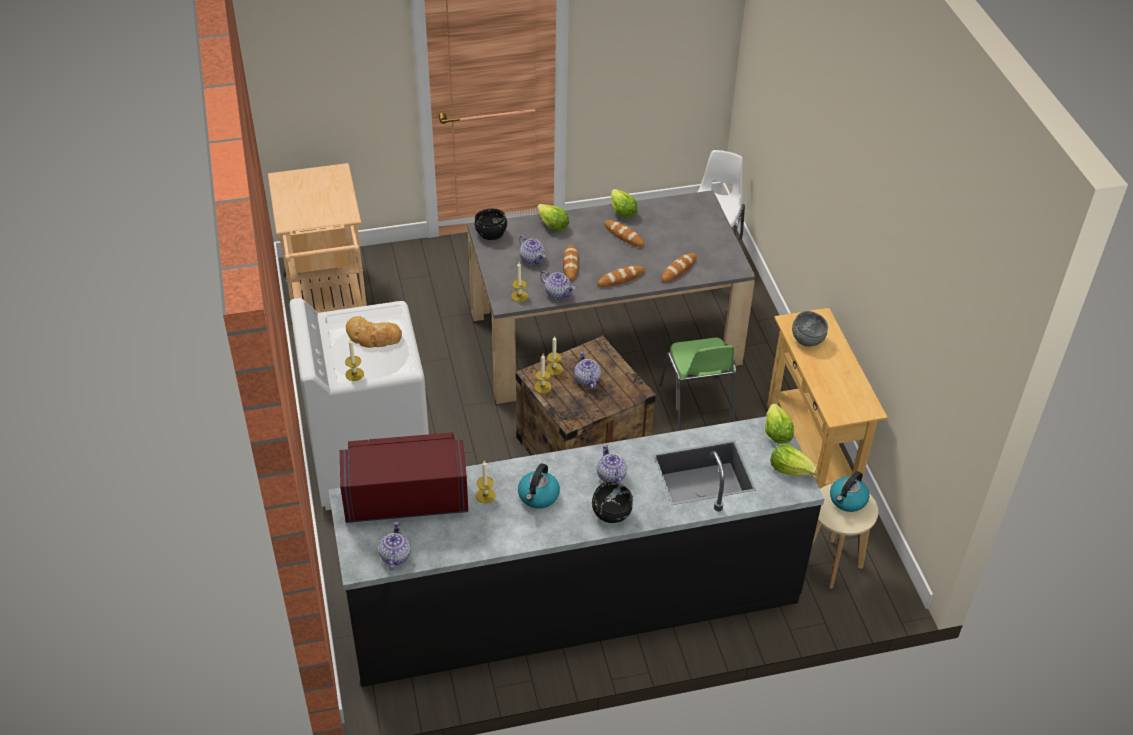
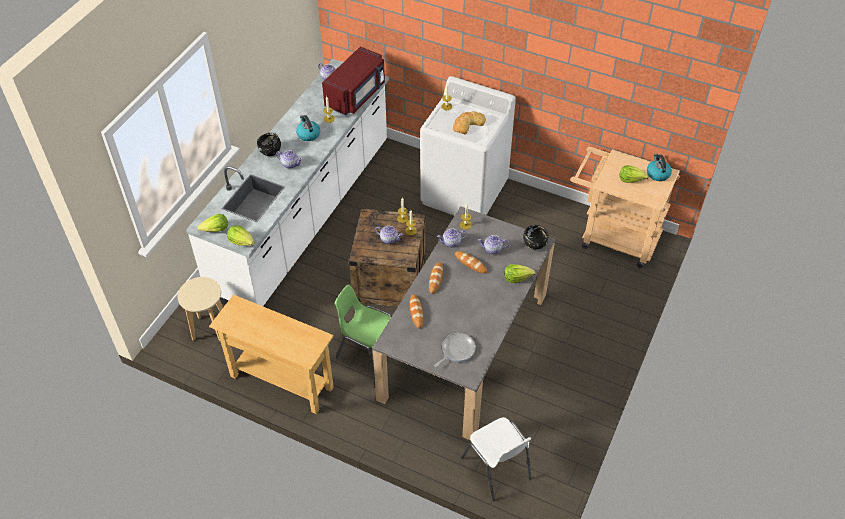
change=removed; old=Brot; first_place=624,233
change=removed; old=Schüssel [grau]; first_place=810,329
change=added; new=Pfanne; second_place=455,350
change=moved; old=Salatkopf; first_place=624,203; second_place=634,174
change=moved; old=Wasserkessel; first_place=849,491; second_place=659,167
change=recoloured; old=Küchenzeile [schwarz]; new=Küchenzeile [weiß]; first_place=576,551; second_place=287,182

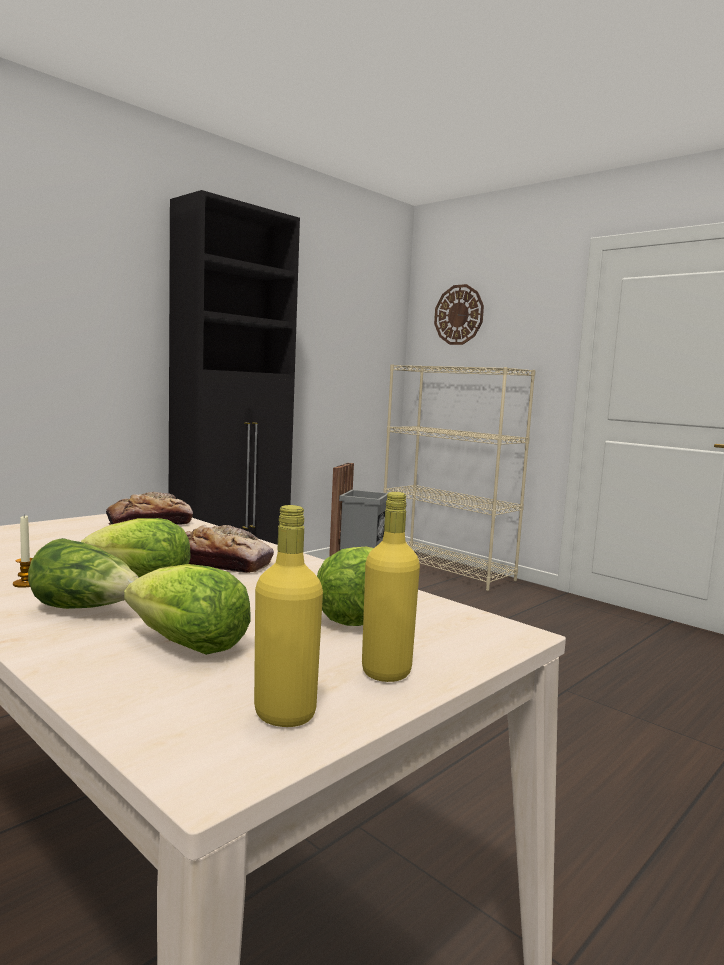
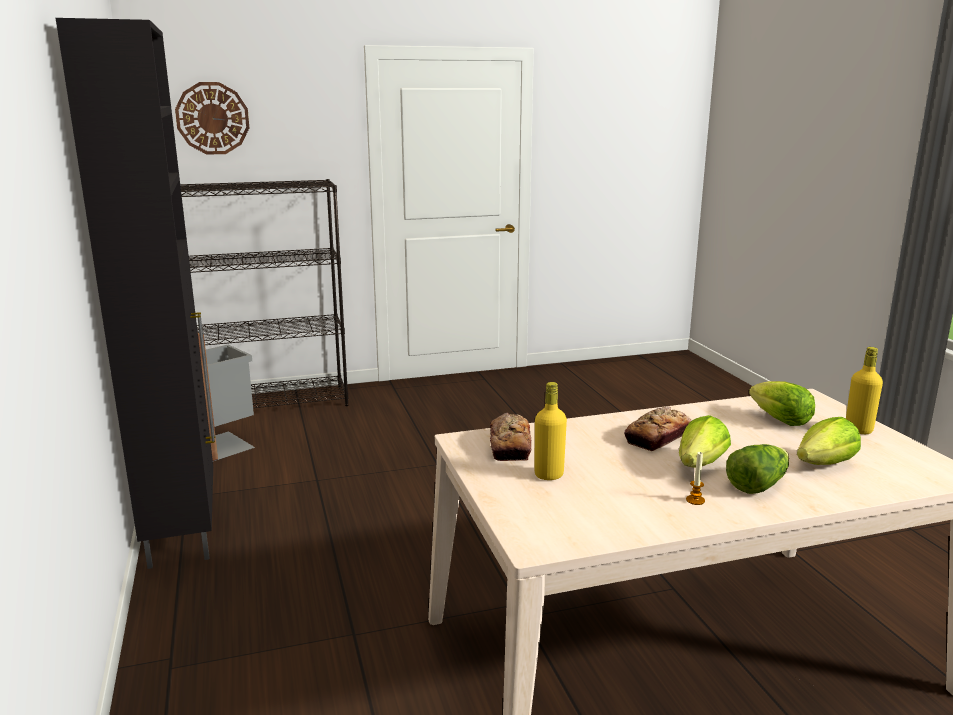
change=moved; old=Flasche [gelb]; first_place=288,616; second_place=550,431
change=recoloured; old=Bücherregal [beige]; new=Bücherregal [schwarz]; first_place=459,477; second_place=264,293

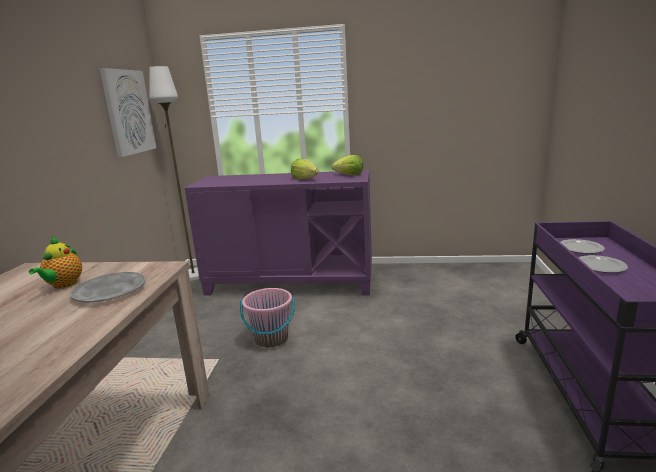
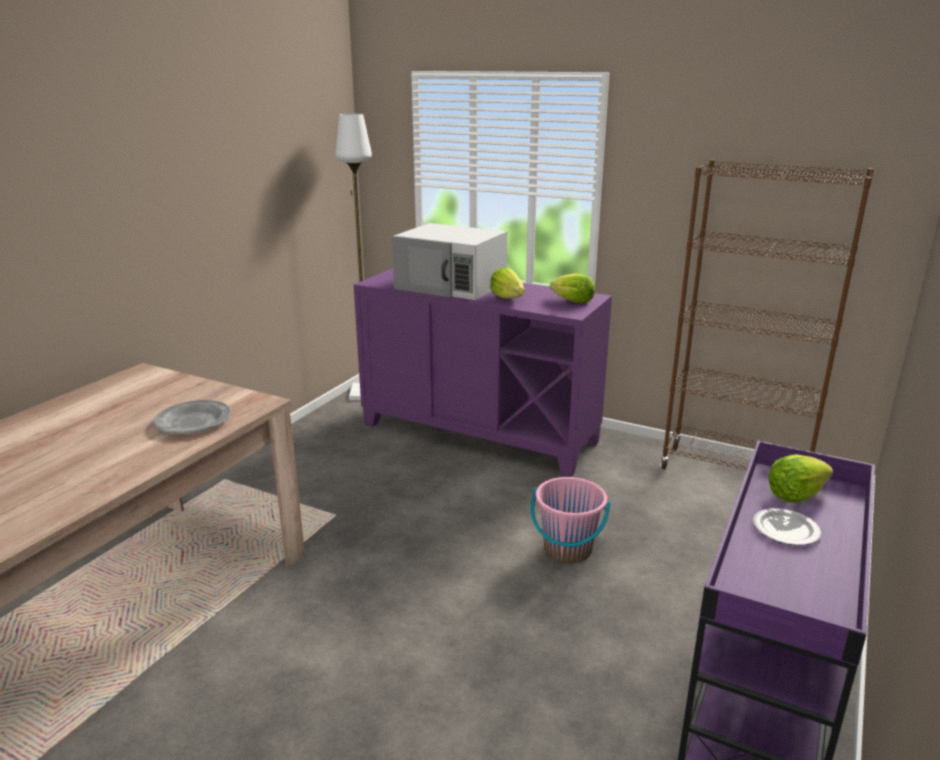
change=removed; old=Teekanne; first_place=55,263
change=removed; old=Bild; first_place=127,112
change=added; new=Mikrowelle [weiß]; second_place=449,261
change=added; new=Bücherregal [braun]; second_place=767,315
change=moved; old=Eimer [rosa]; first_place=267,317; second_place=571,520
change=replaced; old=Teller; new=Salatkopf; first_place=583,246; second_place=800,478

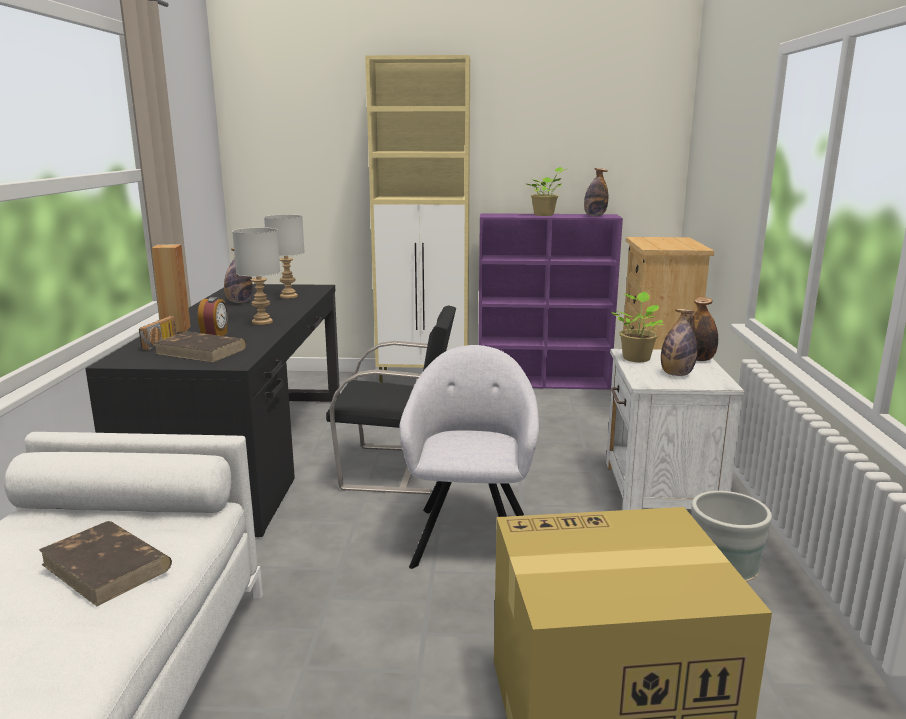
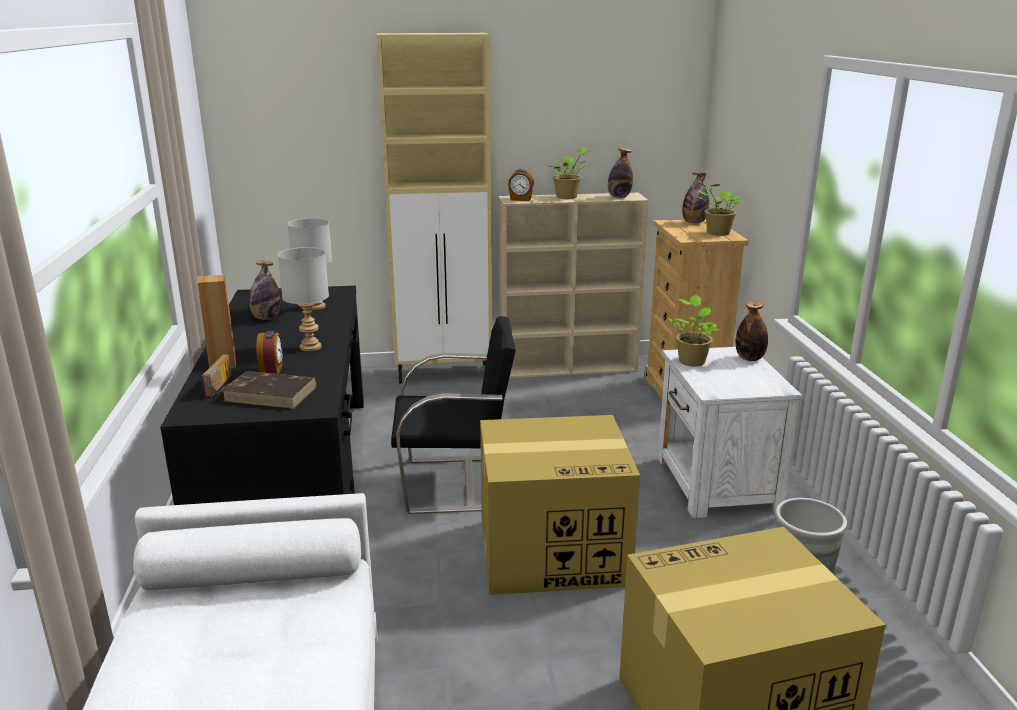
change=removed; old=Buch [braun]; first_place=105,563
change=added; new=Wecker; second_place=521,185
change=added; new=Topfpflanze; second_place=718,209
change=moved; old=Flasche; first_place=679,342; second_place=696,197
change=replaced; old=Sessel [grau]; new=Karton; first_place=469,457; second_place=560,505
change=recoloured; old=Bücherregal [lila]; new=Bücherregal [beige]; first_place=550,301; second_place=574,285

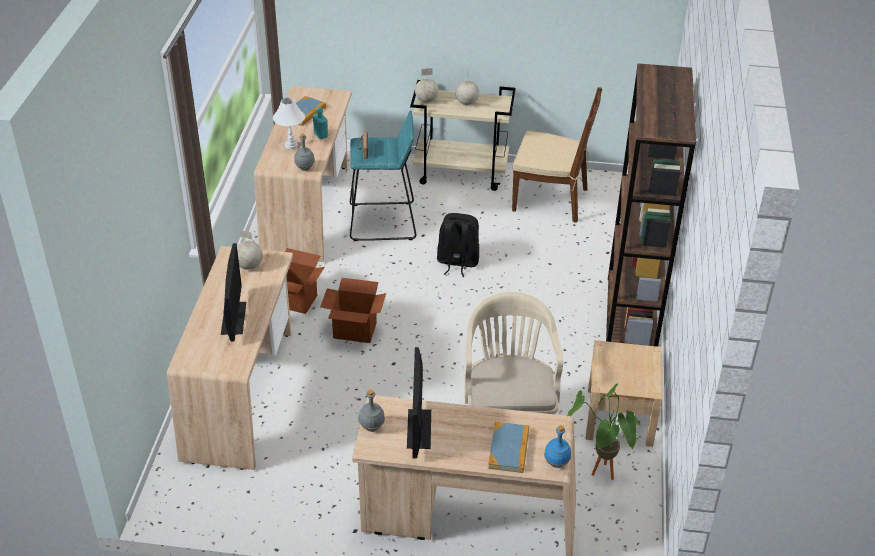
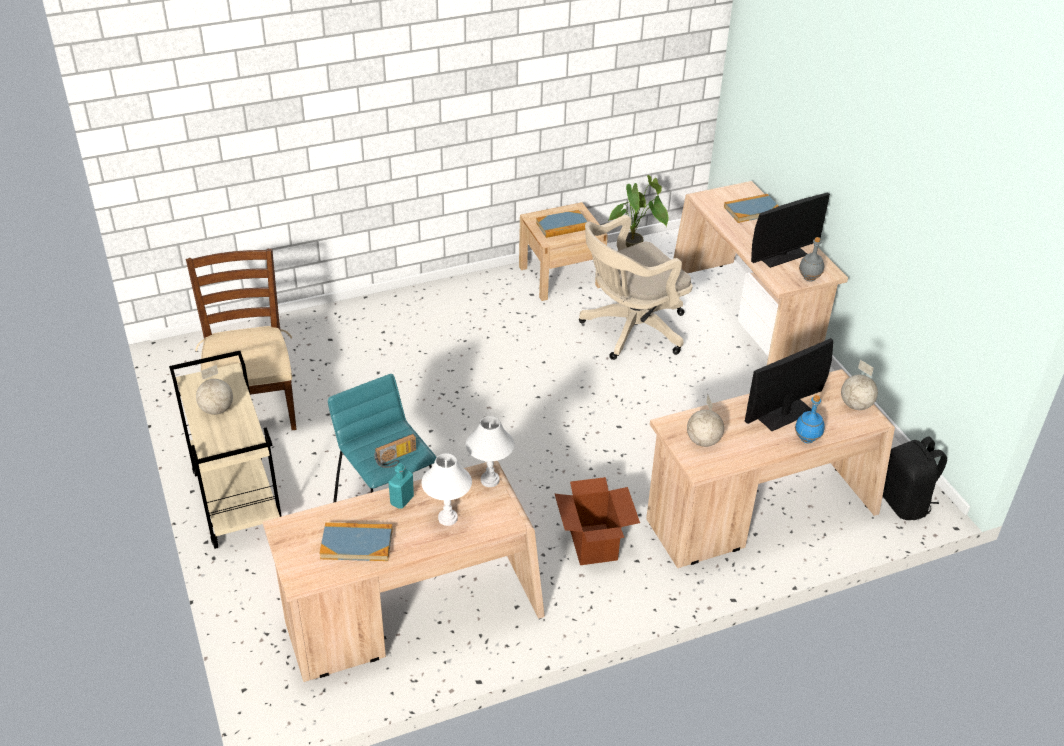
change=removed; old=Karton; first_place=353,310
change=removed; old=Bücherregal [braun]; first_place=651,205
change=added; new=Buch; second_place=562,224
change=moved; old=Globus; first_place=427,85; second_place=859,385
change=moved; old=Rucksack [schwarz]; first_place=458,245; second_place=915,478
change=moved; old=Flasche [blau]; first_place=557,446; second_place=810,419
change=replaced; old=Flasche [grau]; new=Tischlampe [weiß]; first_place=304,152; second_place=490,451

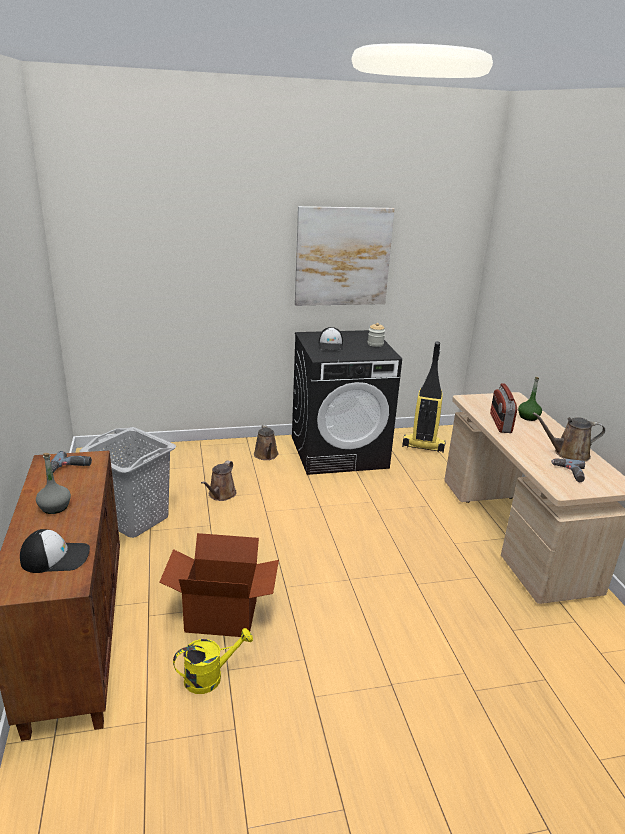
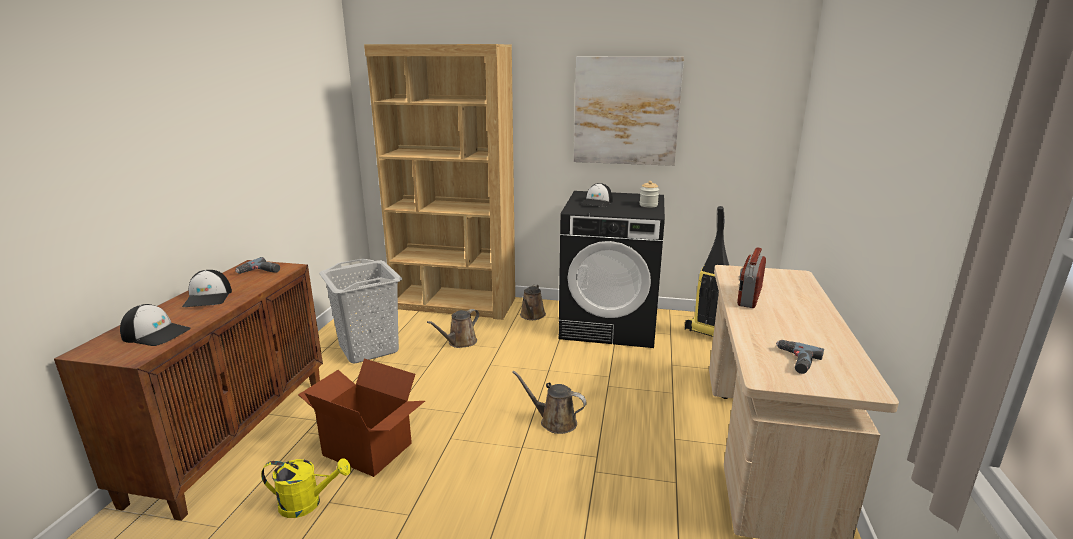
change=removed; old=Flasche [grün]; first_place=530,399
change=added; new=Bücherregal [braun]; second_place=439,182
change=moved; old=Gießkanne [braun]; first_place=569,437; second_place=549,402
change=replaced; old=Flasche [grau]; new=Kappe; first_place=53,483; second_place=207,288

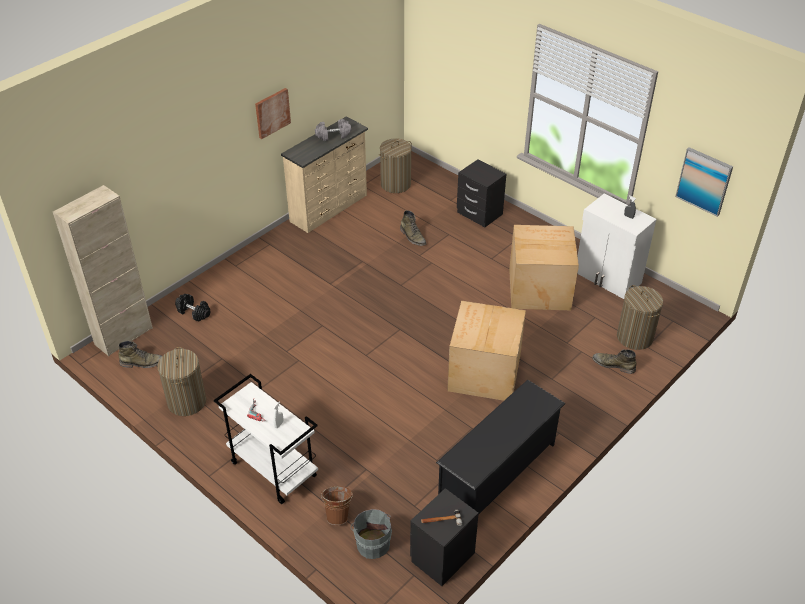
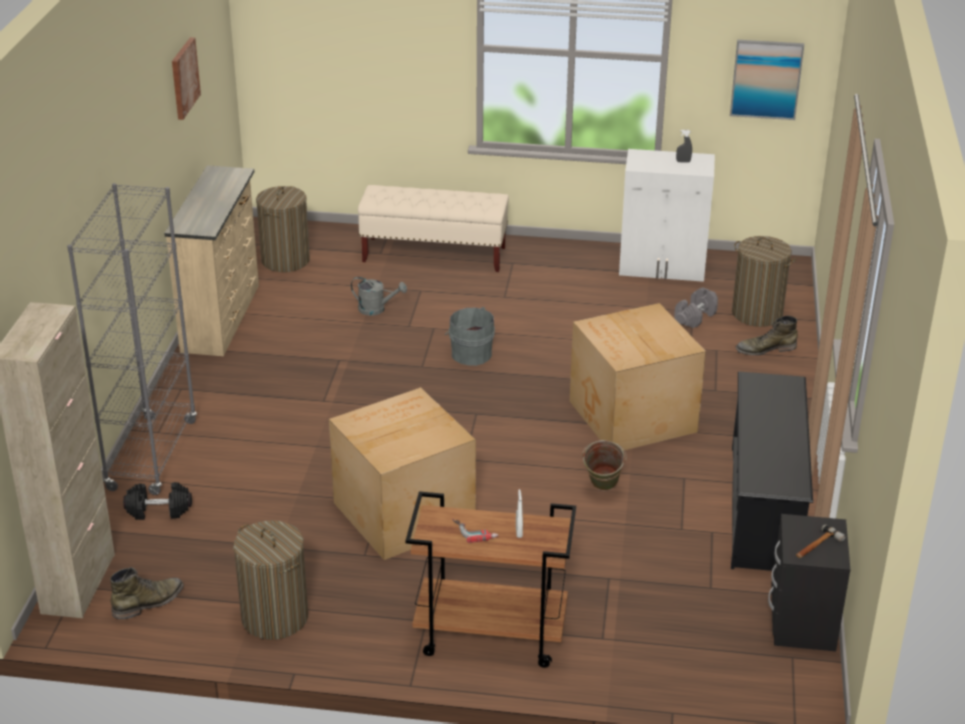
change=removed; old=Eimer [braun]; first_place=337,505
change=added; new=Bücherregal [grau]; second_place=132,339
change=added; new=Eimer [grün]; second_place=604,465
change=moved; old=Bild; first_place=273,113; second_place=186,78
change=moved; old=Hantel [grau]; first_place=333,130; second_place=696,308
change=moved; old=Eimer [grau]; first_place=371,534; second_place=470,336
change=moved; old=Karton; first_place=544,267; second_place=402,473
change=replaced; old=Stiefel [grün]; new=Gießkanne [grau]; first_place=413,228; second_place=379,296
change=replaced; old=Nachttisch [schwarz]; new=Bank [beige]; first_place=481,193; second_place=433,228
change=recoloured; old=Rollwagen [weiß]; new=Rollwagen [braun]; first_place=266,439; second_place=490,579

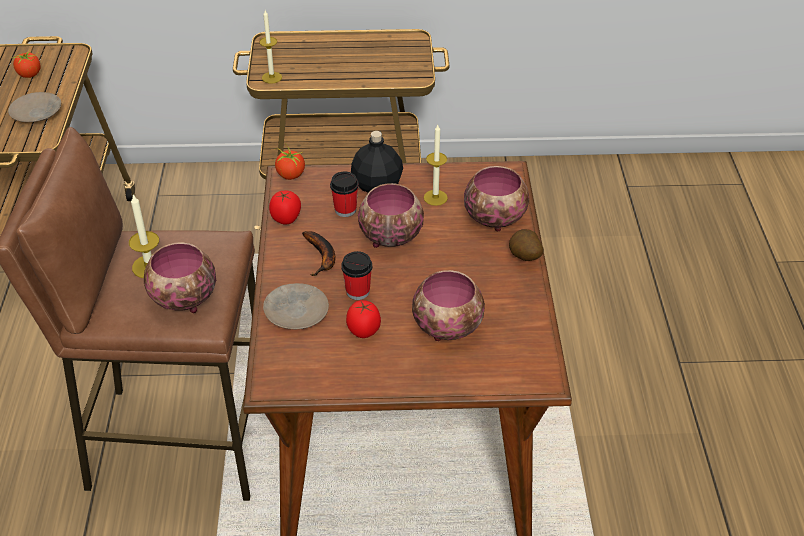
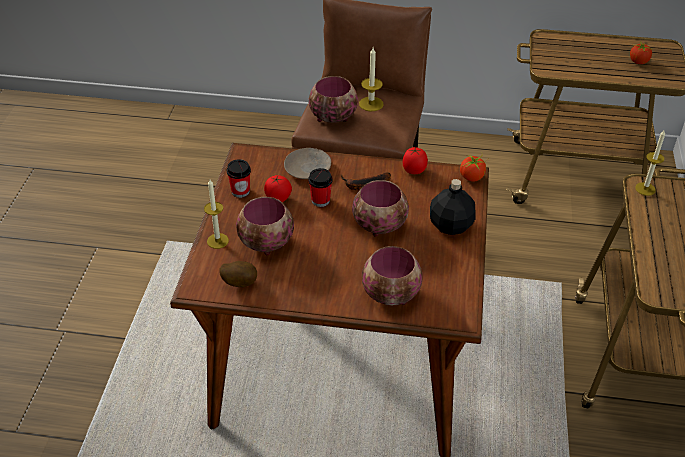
change=removed; old=Teller [beige]; first_place=34,107
change=moved; old=Tasse; first_place=344,194; second_place=239,178
change=moved; old=Kerze; first_place=436,165; second_place=216,214
change=moved; old=Kartoffel; first_place=526,245; second_place=238,274

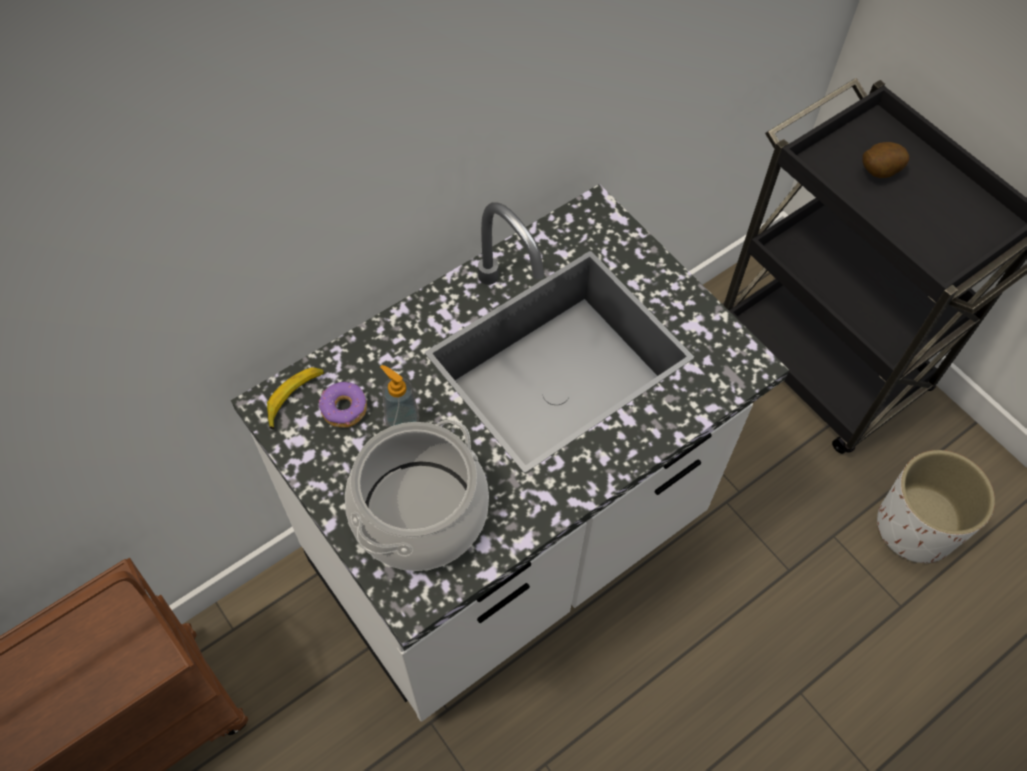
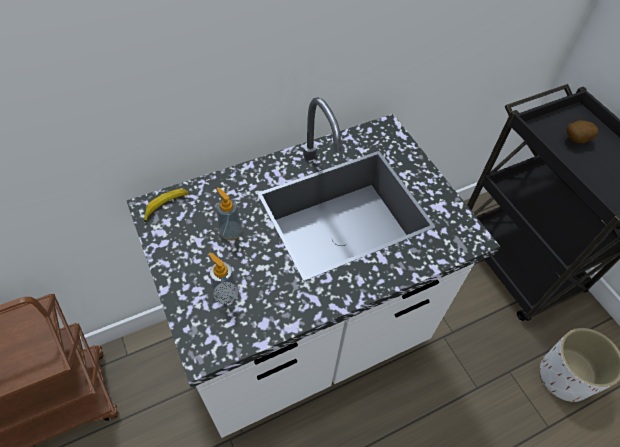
change=removed; old=Donut; first_place=343,405
change=replaced; old=Kochtopf; new=Seifenspender; first_place=417,495; second_place=223,278

